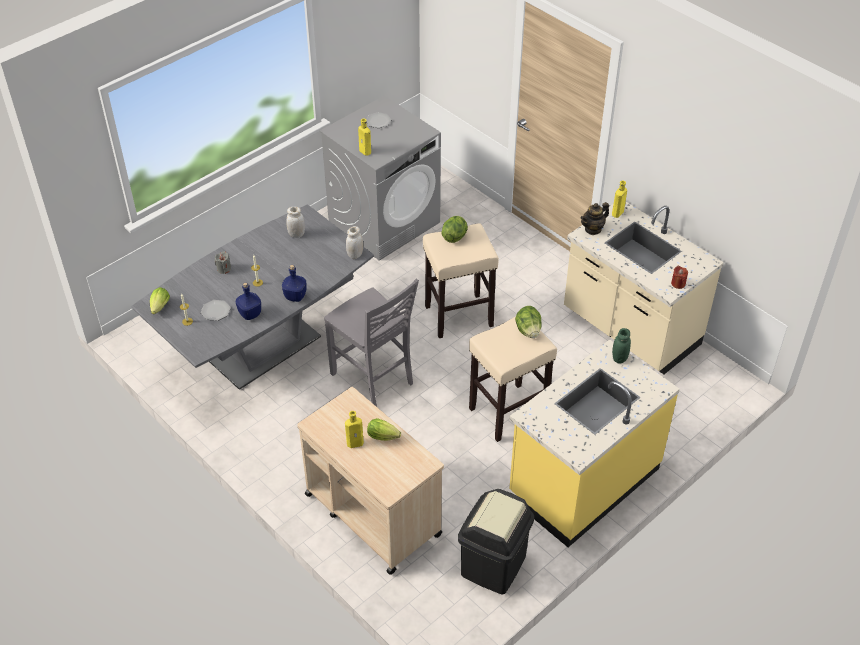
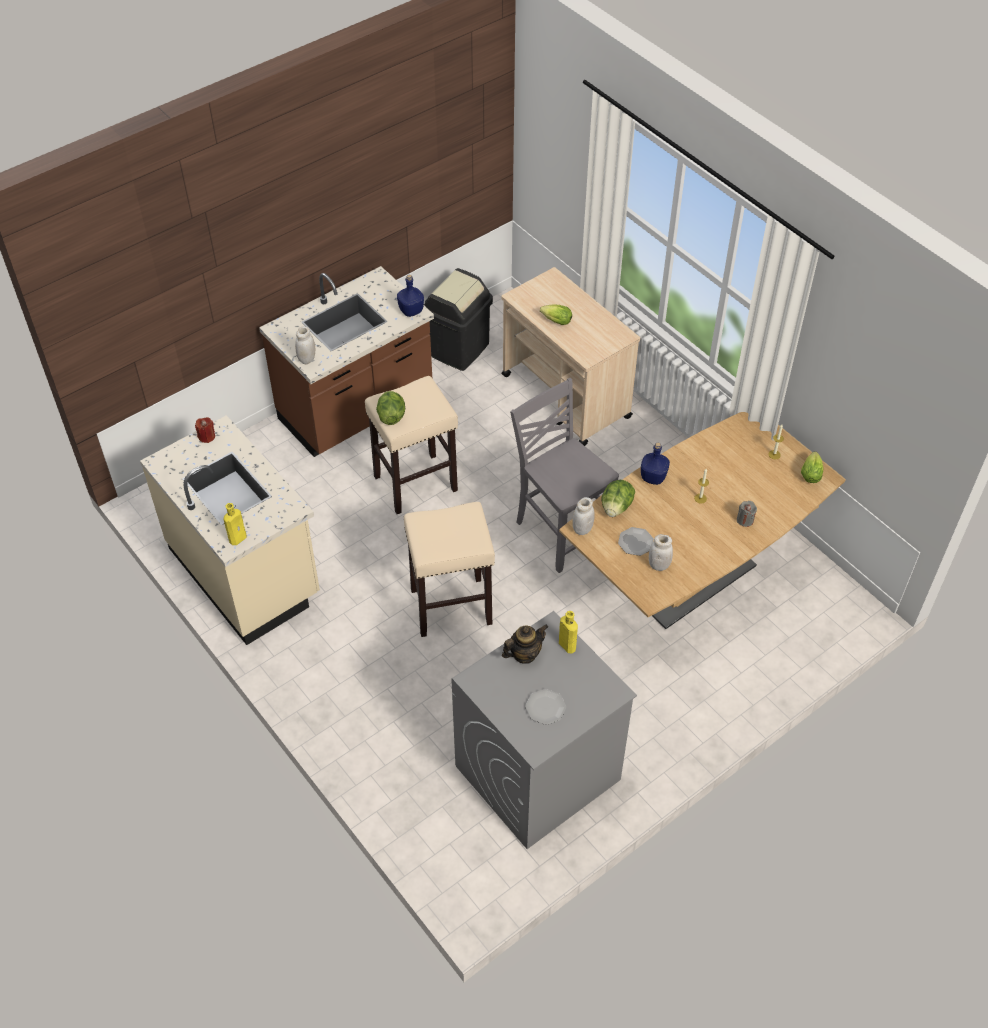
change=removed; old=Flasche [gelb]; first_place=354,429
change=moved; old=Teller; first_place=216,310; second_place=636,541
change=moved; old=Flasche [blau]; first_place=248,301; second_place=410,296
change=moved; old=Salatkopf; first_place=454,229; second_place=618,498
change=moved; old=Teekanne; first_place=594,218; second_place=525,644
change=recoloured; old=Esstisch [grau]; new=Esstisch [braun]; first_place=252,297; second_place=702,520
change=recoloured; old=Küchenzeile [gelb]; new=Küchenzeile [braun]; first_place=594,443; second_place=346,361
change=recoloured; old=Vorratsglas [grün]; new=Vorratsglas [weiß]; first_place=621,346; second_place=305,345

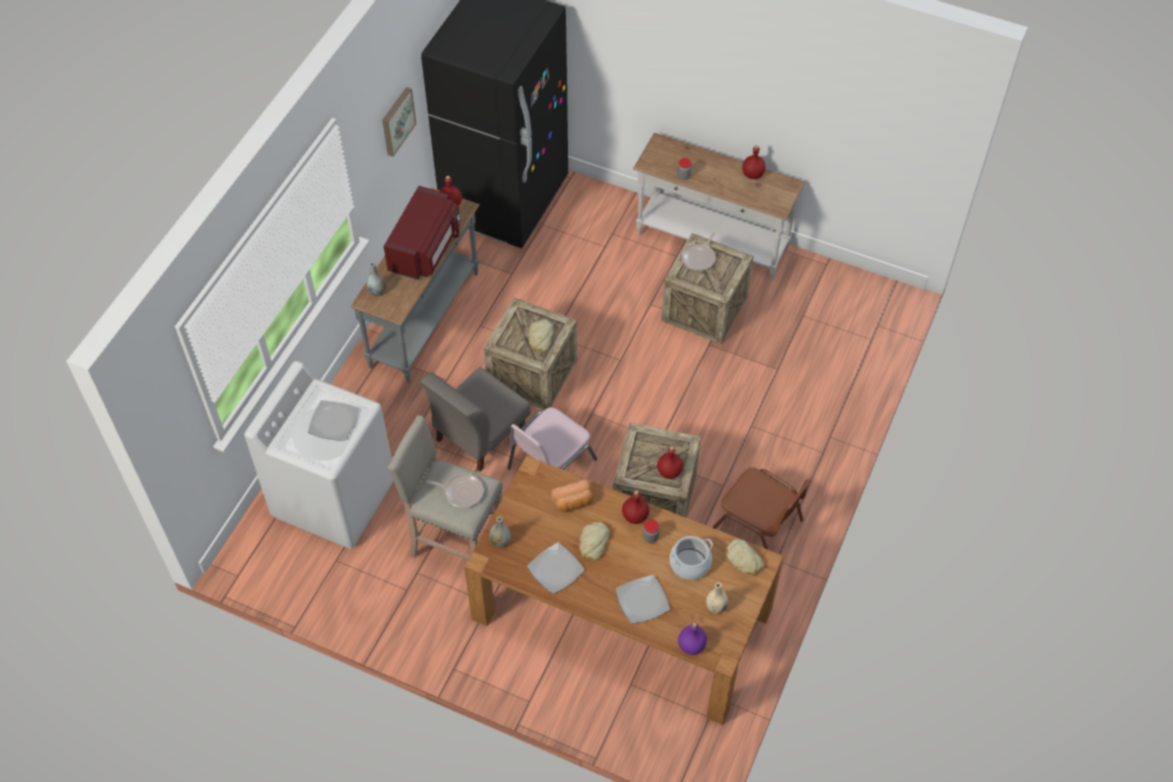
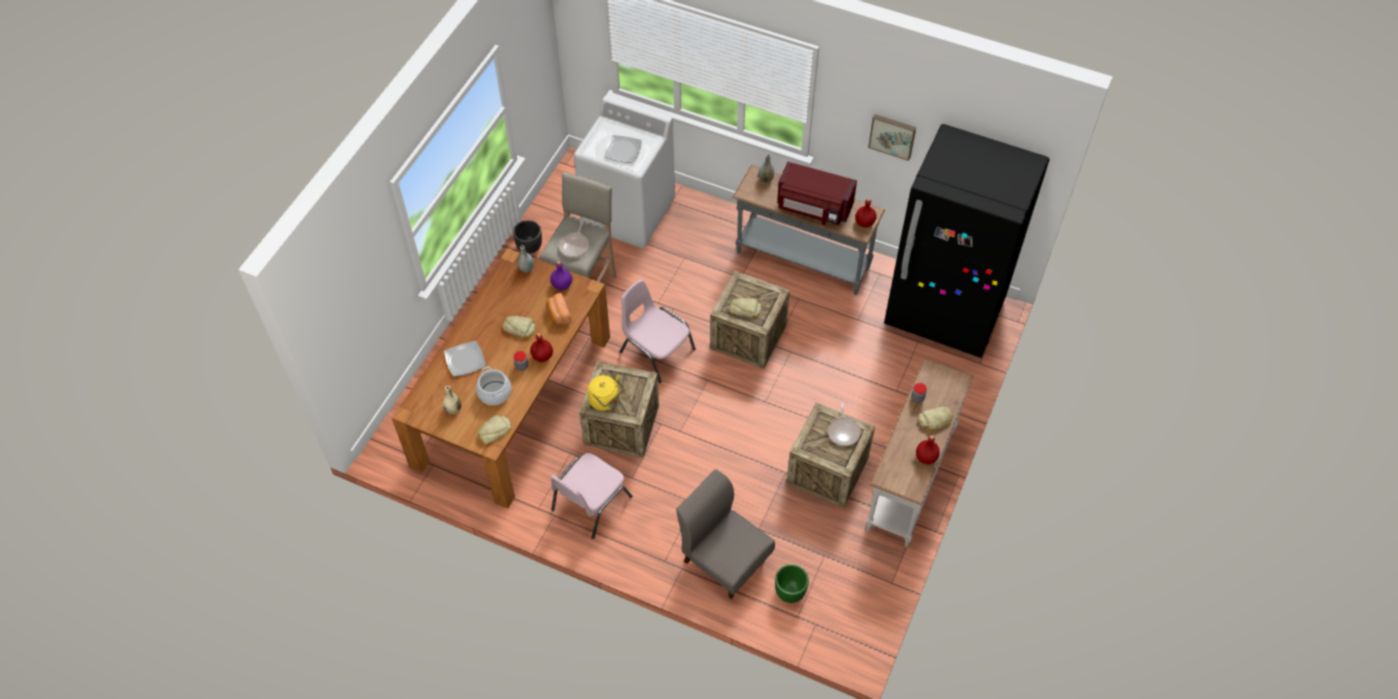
change=removed; old=Teller; first_place=556,568
change=added; new=Pflanzkübel [schwarz]; second_place=527,237
change=added; new=Pflanzkübel [grün]; second_place=792,583
change=added; new=Brot; second_place=936,418
change=moved; old=Stuhl [grau]; first_place=476,419; second_place=725,534
change=moved; old=Flasche [lila]; first_place=692,638; second_place=561,275
change=replaced; old=Flasche [rot]; new=Wasserkessel [gelb]; first_place=670,462; second_place=606,393
change=recoloured; old=Stuhl [braun]; new=Stuhl [rosa]; first_place=761,508; second_place=591,496
change=turned; old=Pfanne; first_place=699,251; second_place=844,424; degrees=-120

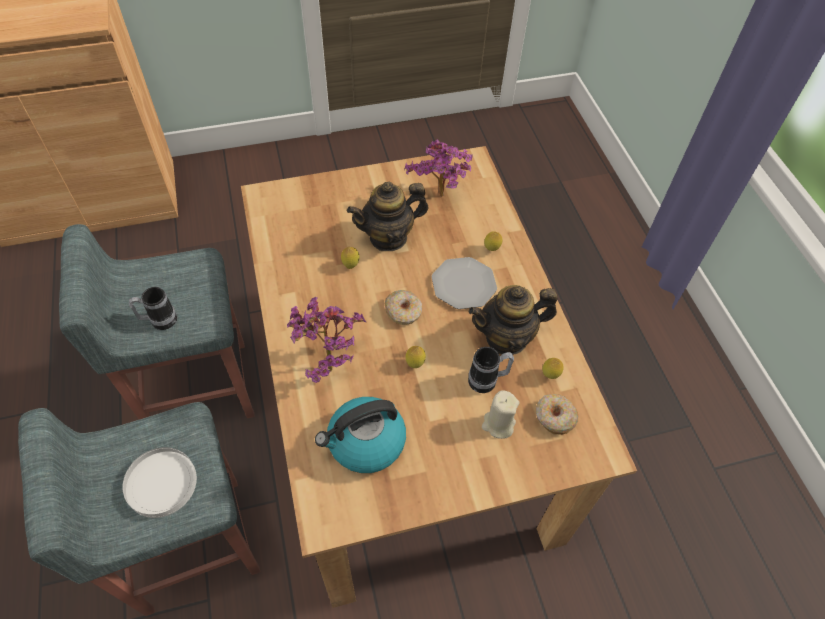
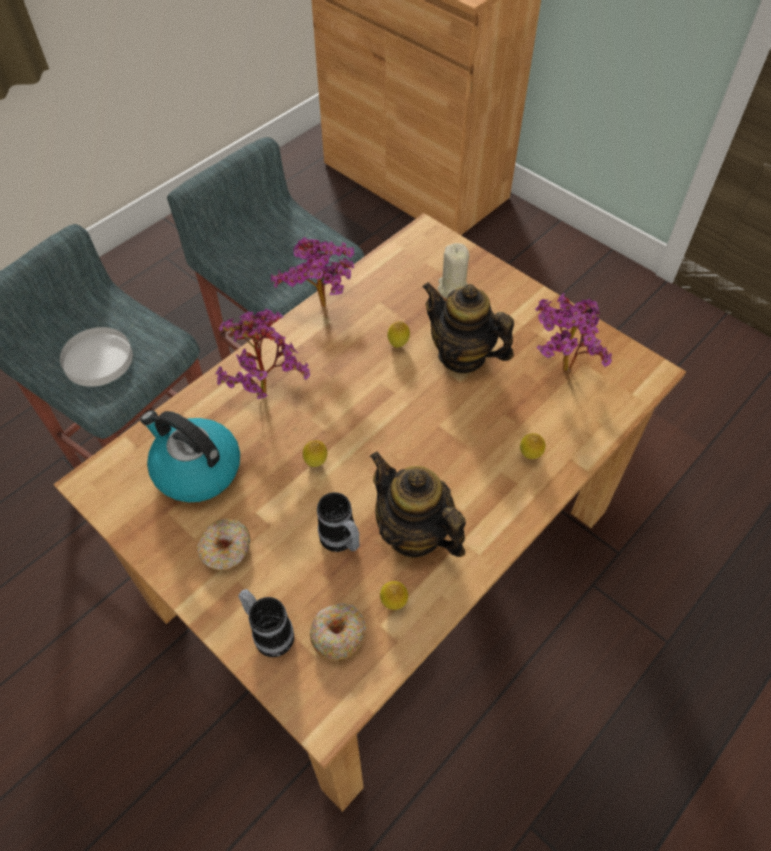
change=removed; old=Teller; first_place=464,283
change=added; new=Topfpflanze; second_place=312,272
change=moved; old=Henkelbecher; first_place=153,308; second_place=266,623
change=moved; old=Donut; first_place=403,307; second_place=223,545
change=moved; old=Kerze [beige]; first_place=500,414; second_place=453,271

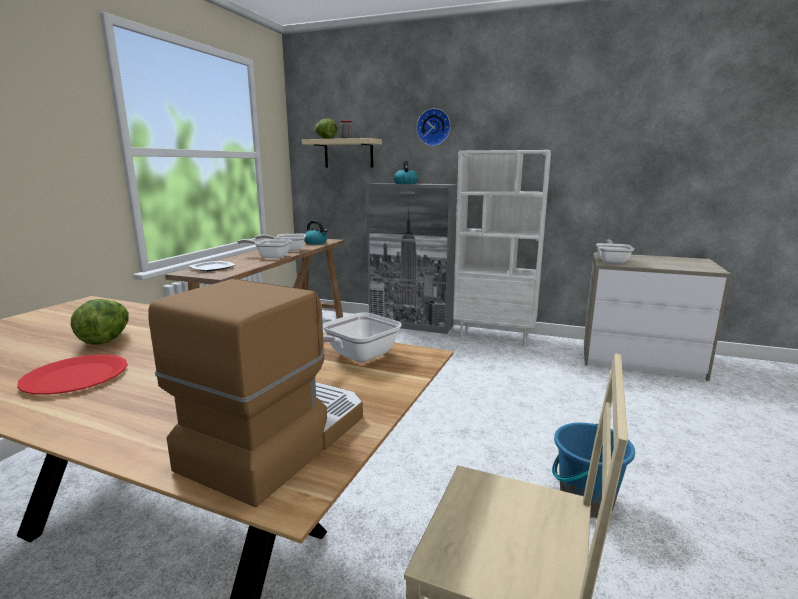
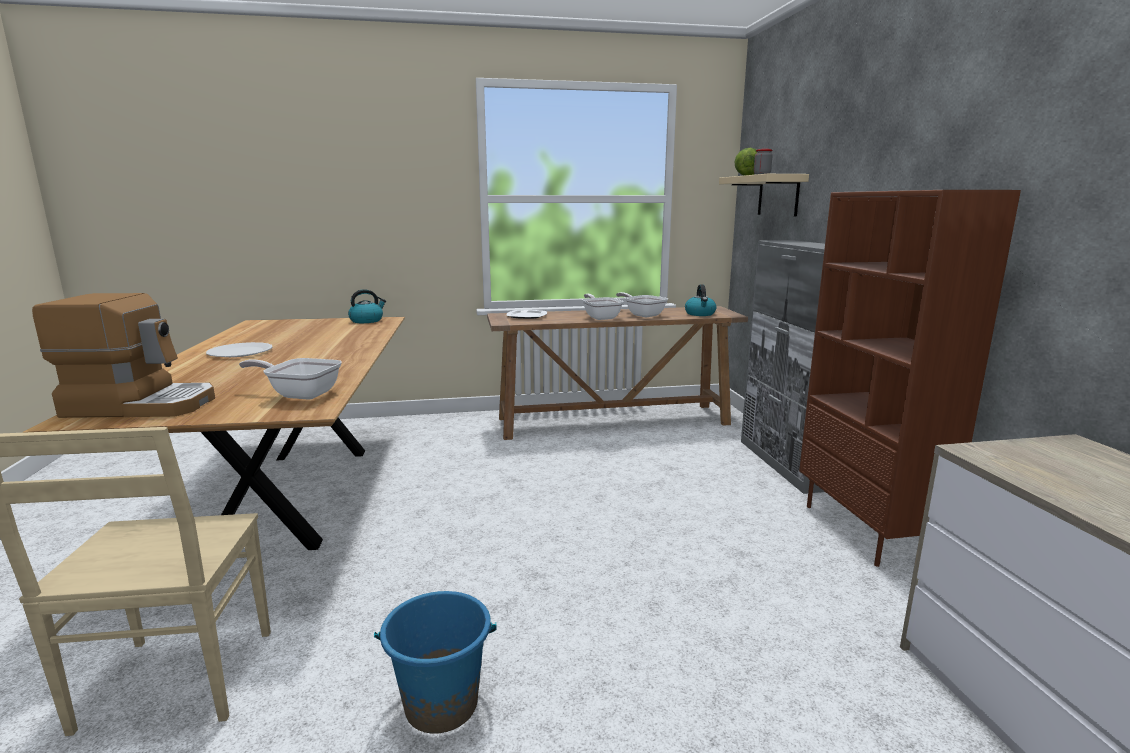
change=removed; old=Salatkopf; first_place=100,322
change=removed; old=Wanduhr; first_place=433,127
change=removed; old=Pfanne; first_place=615,252
change=moved; old=Wasserkessel; first_place=406,172; second_place=367,306
change=recoloured; old=Teller [rot]; new=Teller [weiß]; first_place=72,375; second_place=239,349
change=recoloured; old=Bücherregal [weiß]; new=Bücherregal [braun]; first_place=502,248; second_place=910,378

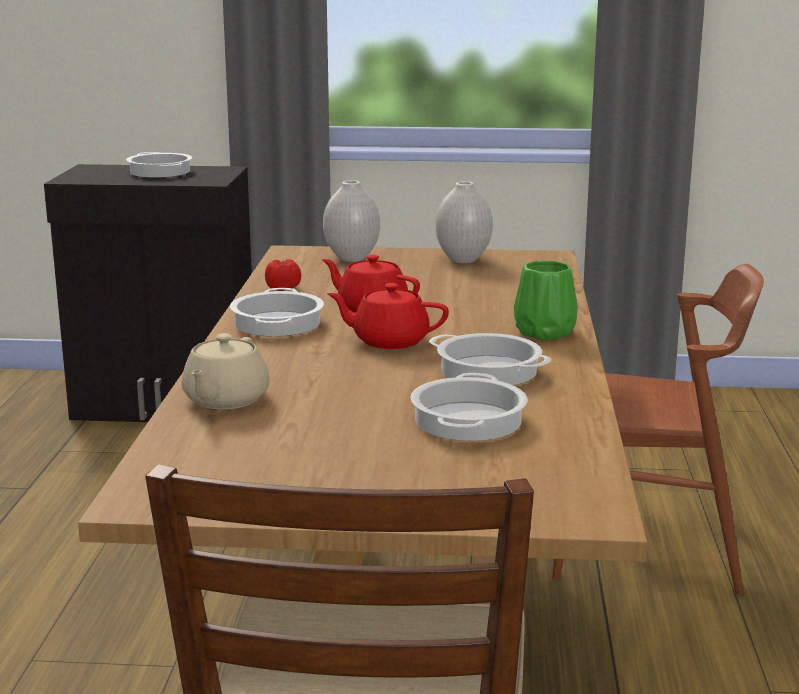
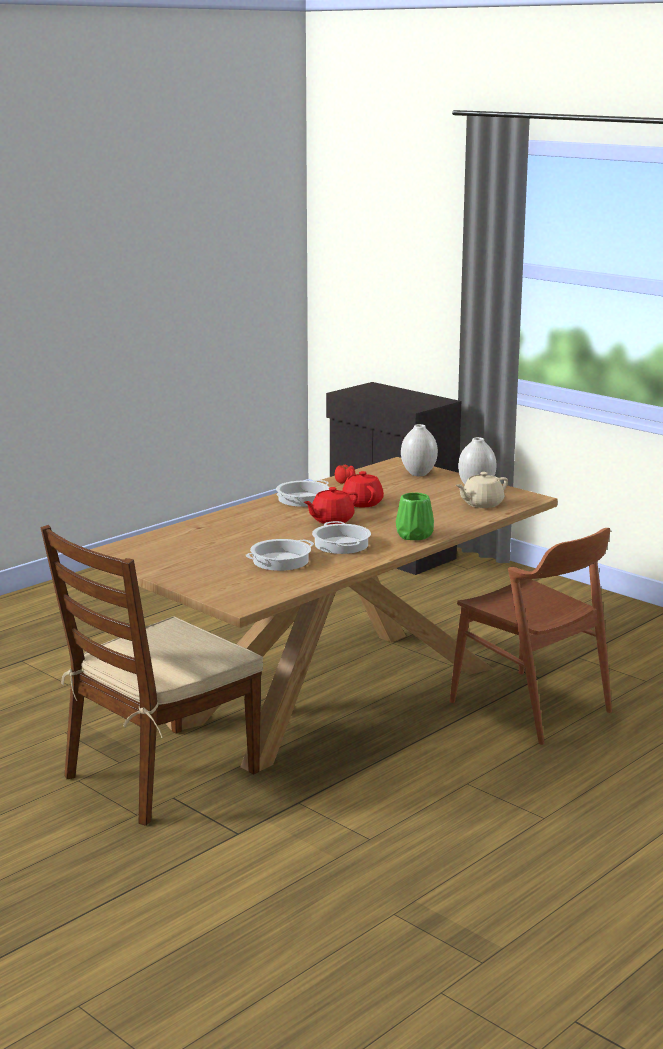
change=removed; old=Kochtopf; first_place=159,165
change=moved; old=Teekanne [beige]; first_place=226,371; second_place=482,490
change=turned; old=Teekanne [rot]; first_place=388,316; second_place=331,505; degrees=-90

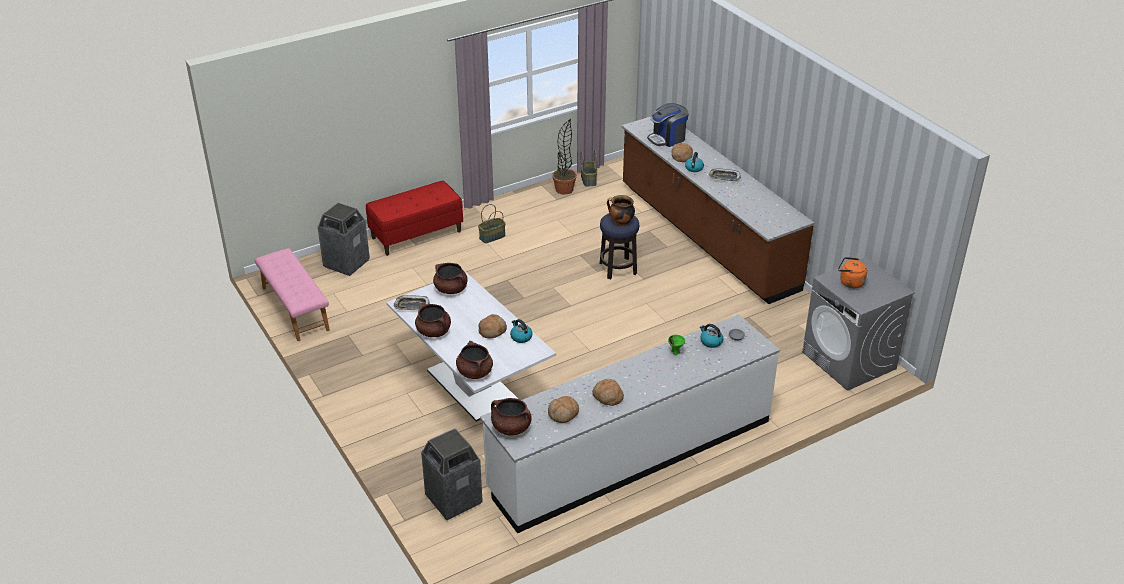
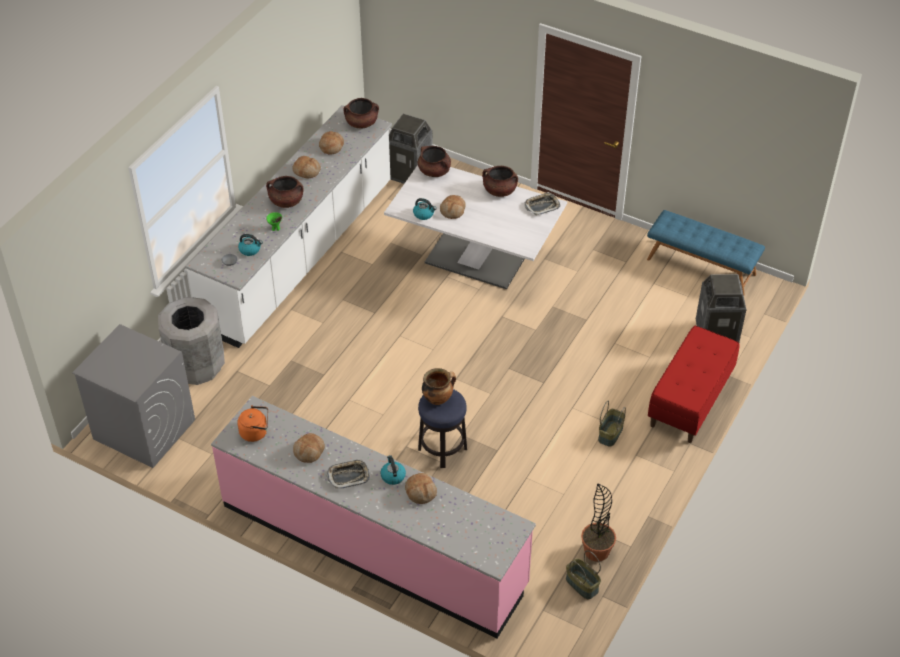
change=removed; old=Kaffeemaschine; first_place=667,125
change=added; new=Mülleimer [grau]; second_place=191,341
change=added; new=Brot; second_place=309,448
change=moved; old=Kochtopf [braun]; first_place=450,278; second_place=284,192
change=moved; old=Wasserkessel [orange]; first_place=852,272; second_place=252,423
change=recoloured; old=Bank [rosa]; new=Bank [blau]; first_place=292,294; second_place=706,252
change=recoloured; old=Küchenzeile [braun]; new=Küchenzeile [rosa]; first_place=718,210; second_place=373,517

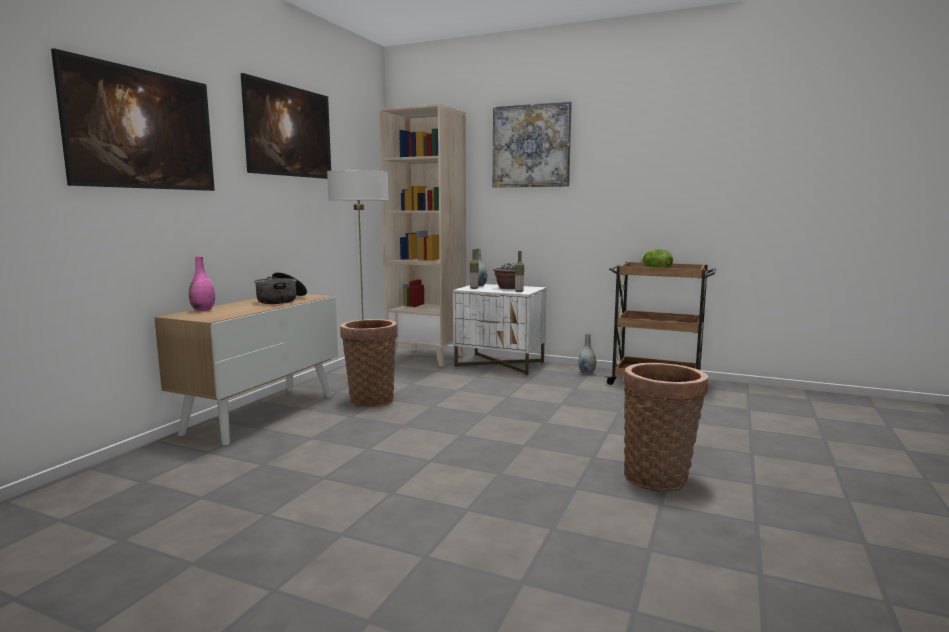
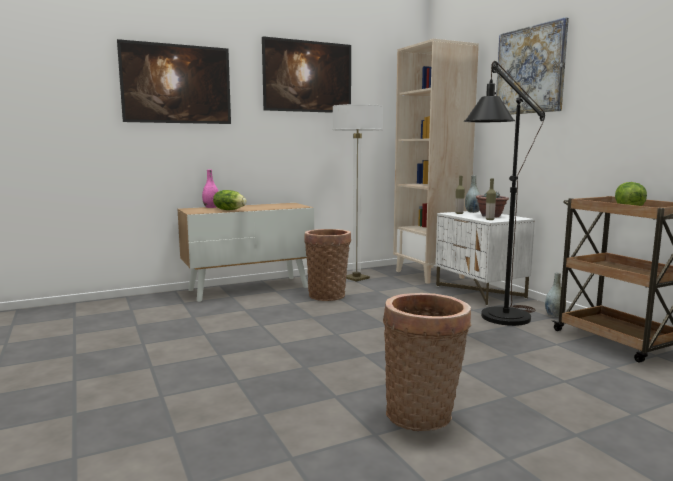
change=removed; old=Kochtopf; first_place=280,288
change=added; new=Salatkopf; second_place=230,200
change=added; new=Stehlampe [schwarz]; second_place=504,193

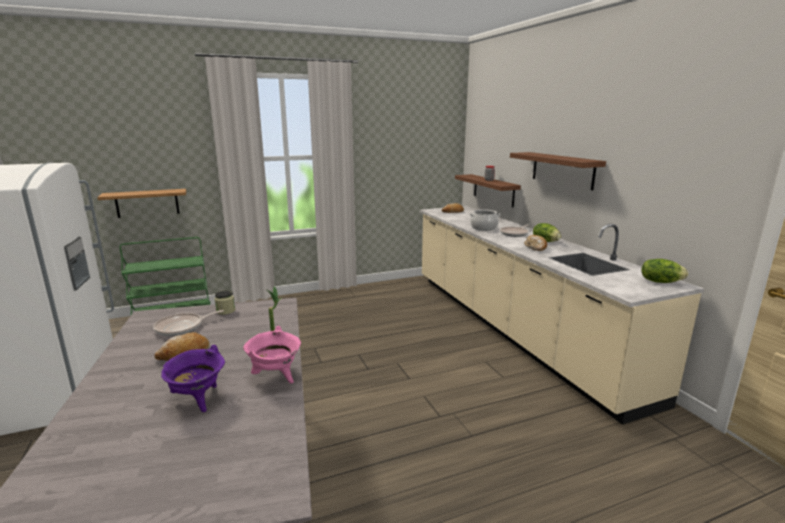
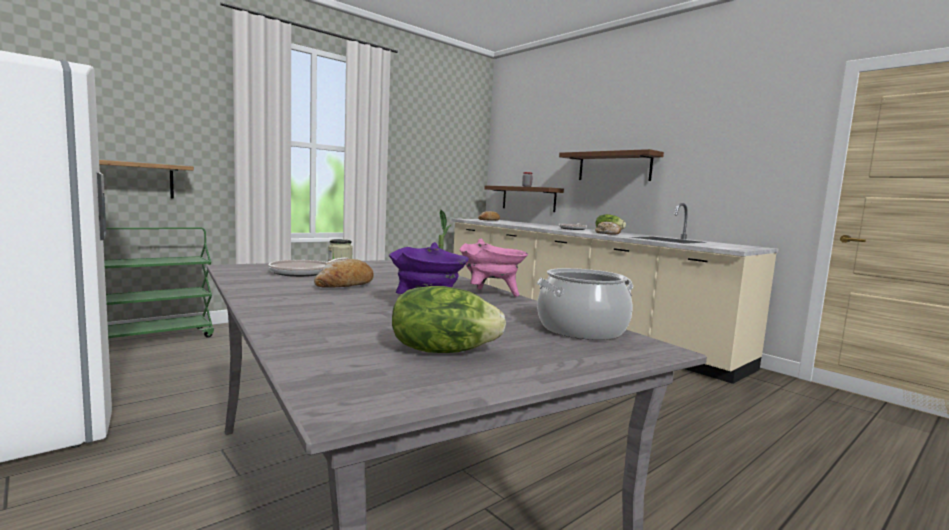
change=moved; old=Kochtopf; first_place=484,220; second_place=585,304
change=moved; old=Salatkopf; first_place=664,271; second_place=449,319

